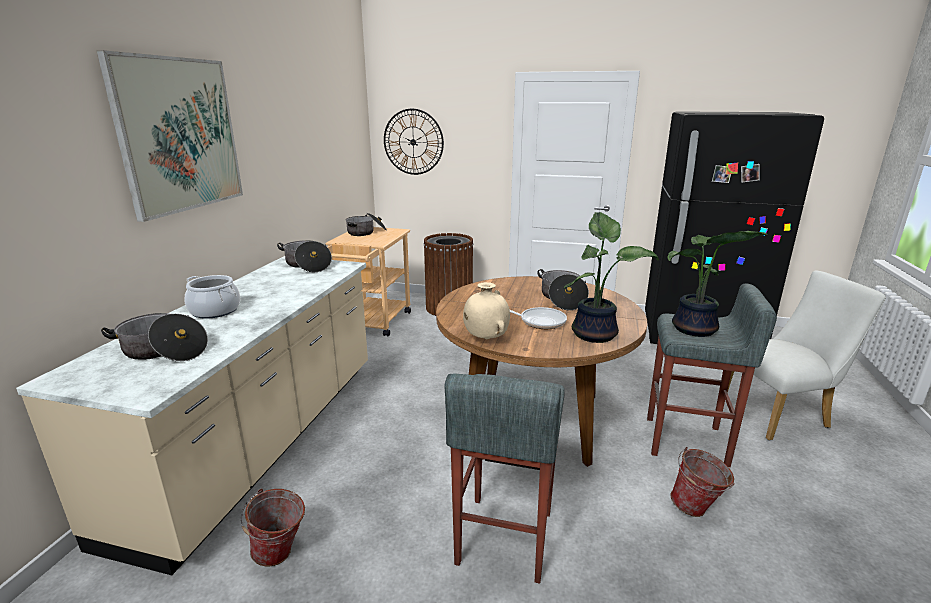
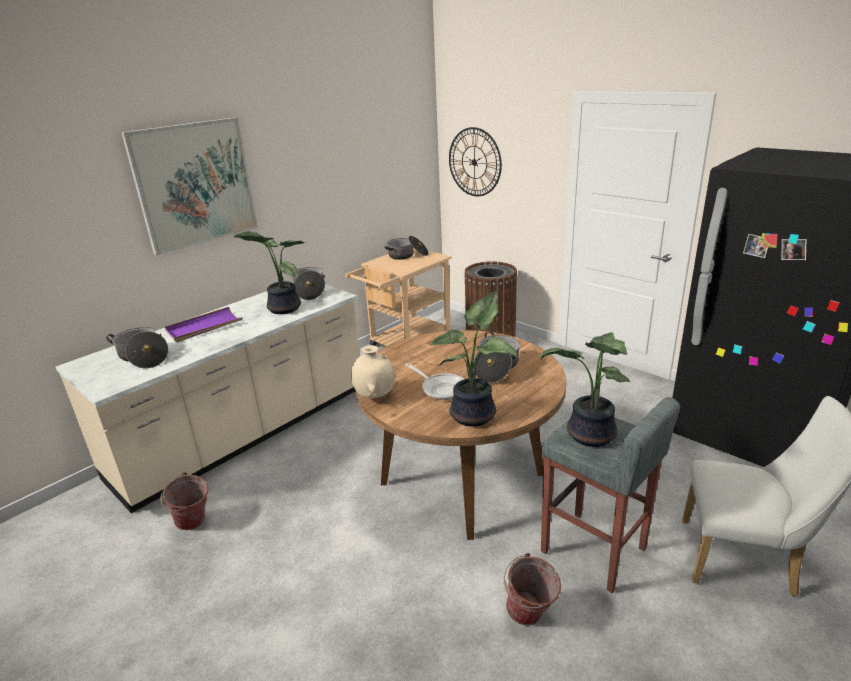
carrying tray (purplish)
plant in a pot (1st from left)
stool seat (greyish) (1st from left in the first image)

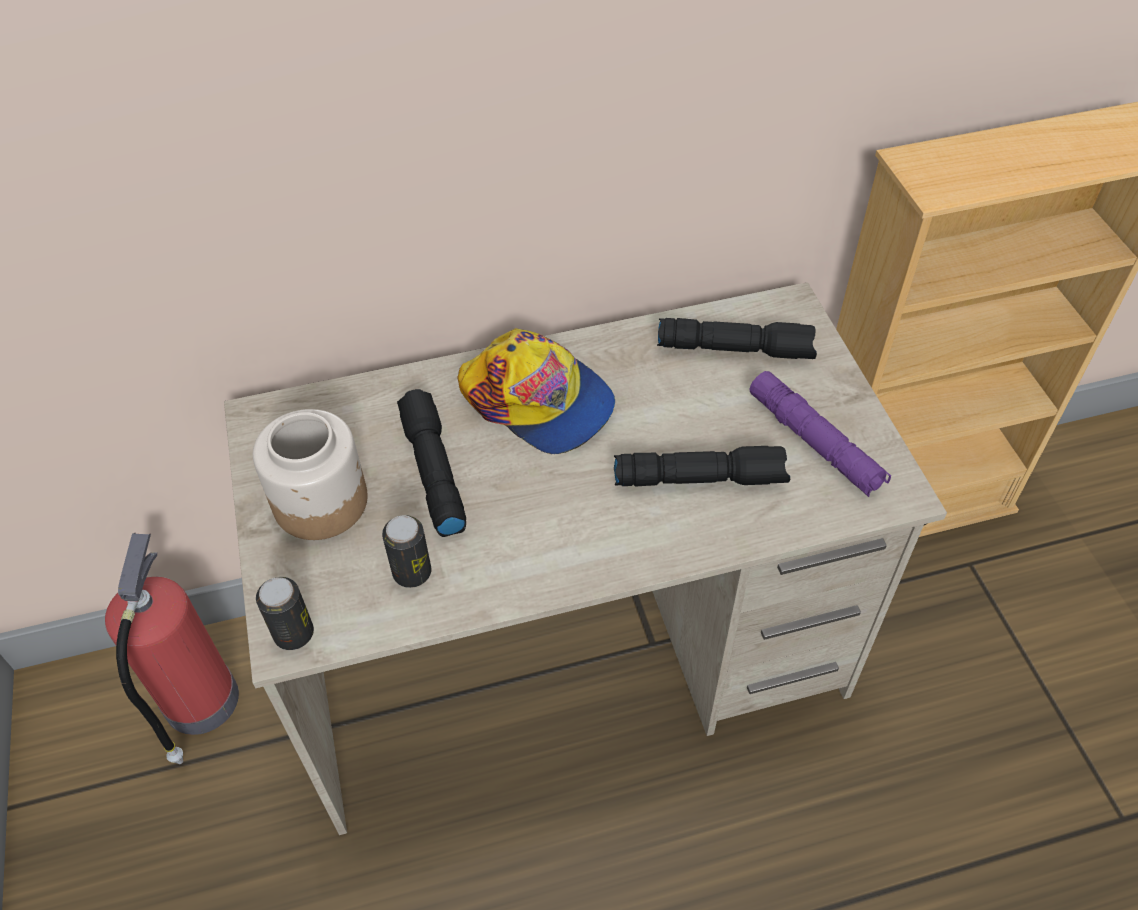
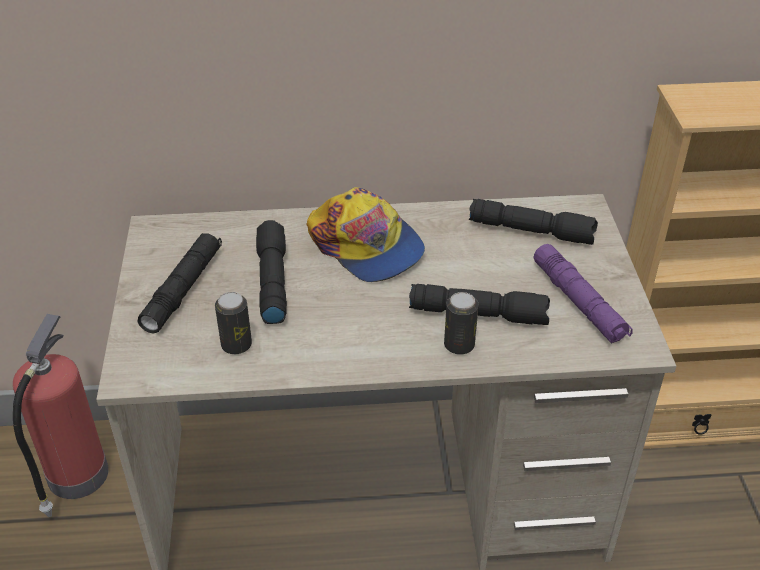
flashlight (black) (1st from left)
can (2nd from left)

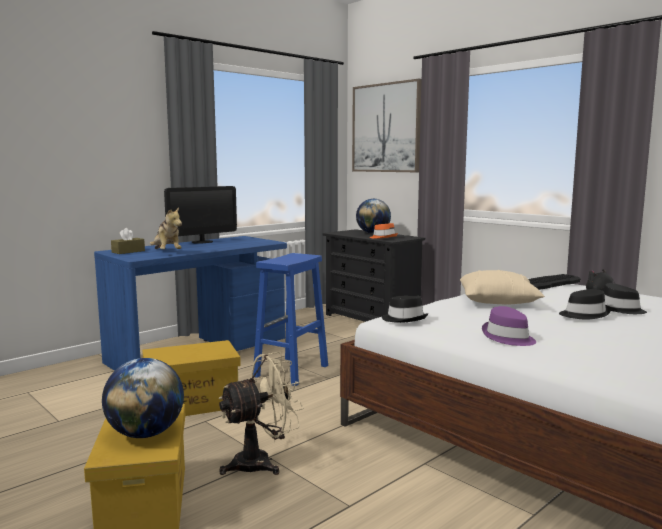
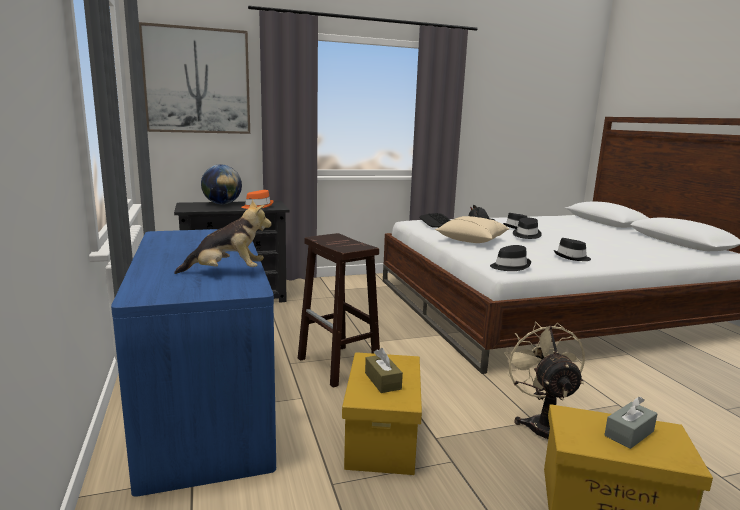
stool seat (brownish)
tissue holder (brownish)
wearable hat (black) (4th from left)
tissue holder (greyish)
monitor

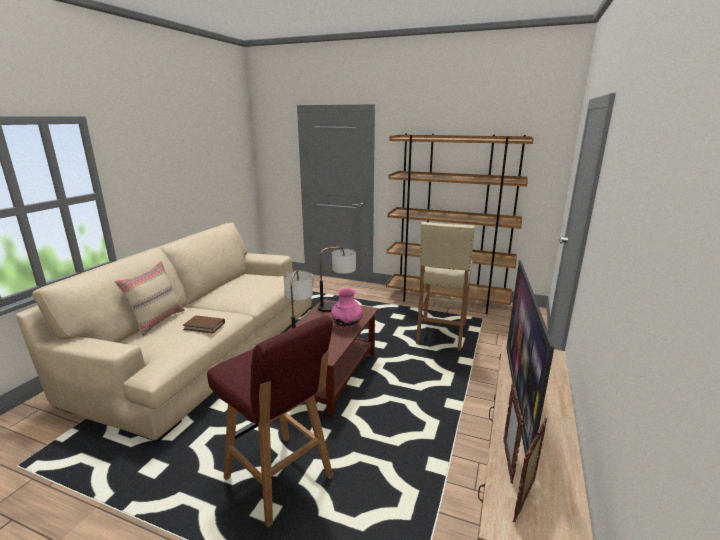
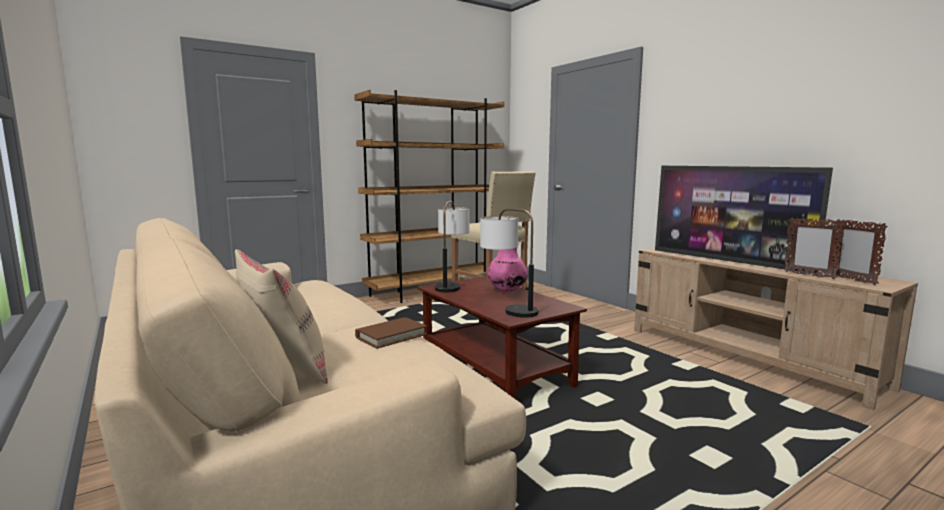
stool seat (reddish)

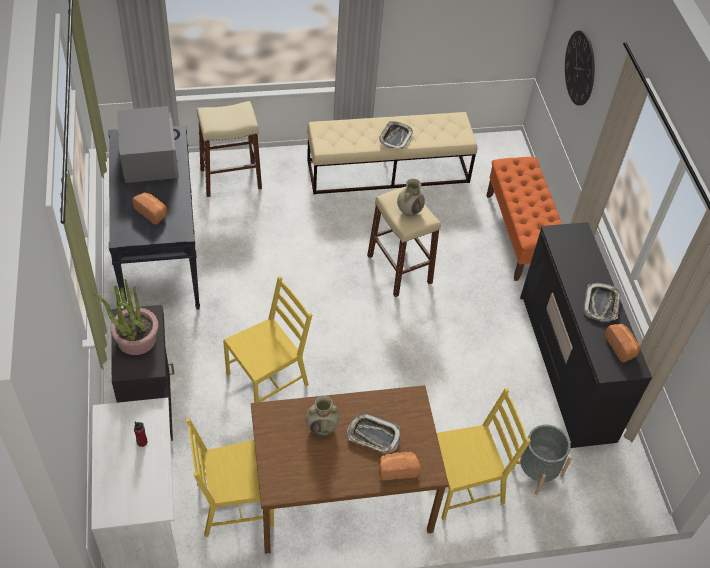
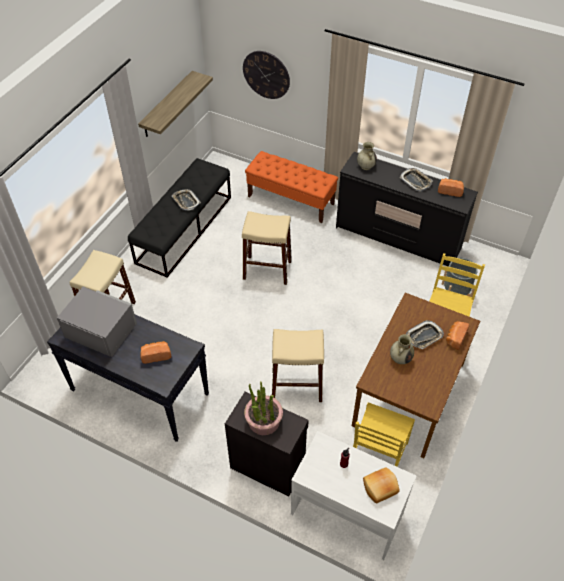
long seat (black)
bracket shelf
stool seat (beige) (3rd from left)
decorative vase (beige) (1st from left)
baked bread (2nd from left)

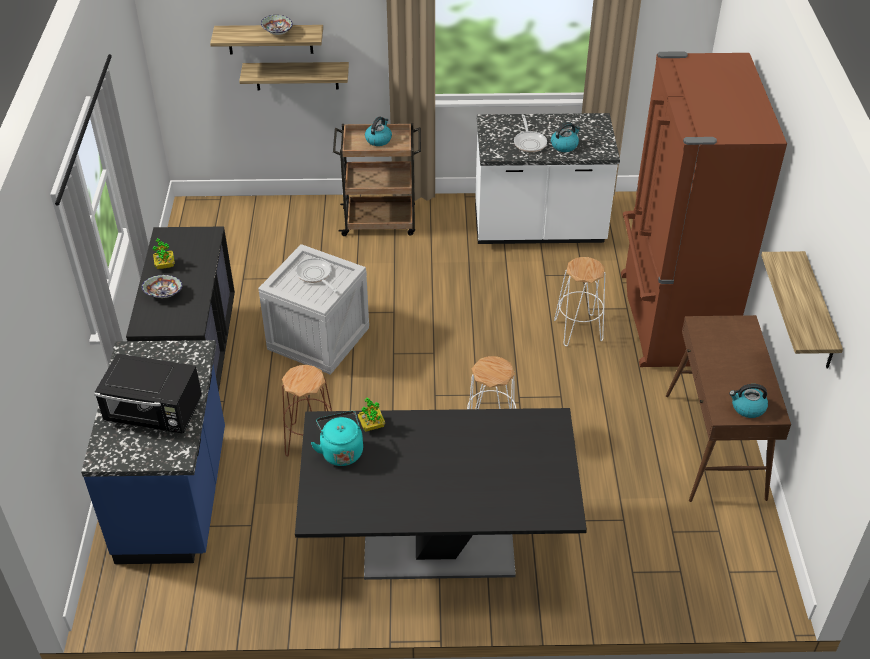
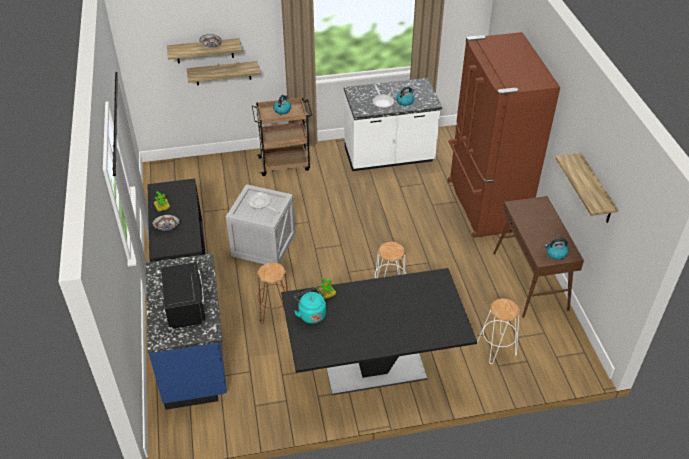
microwave (black)
stool seat (white) (2nd from left)

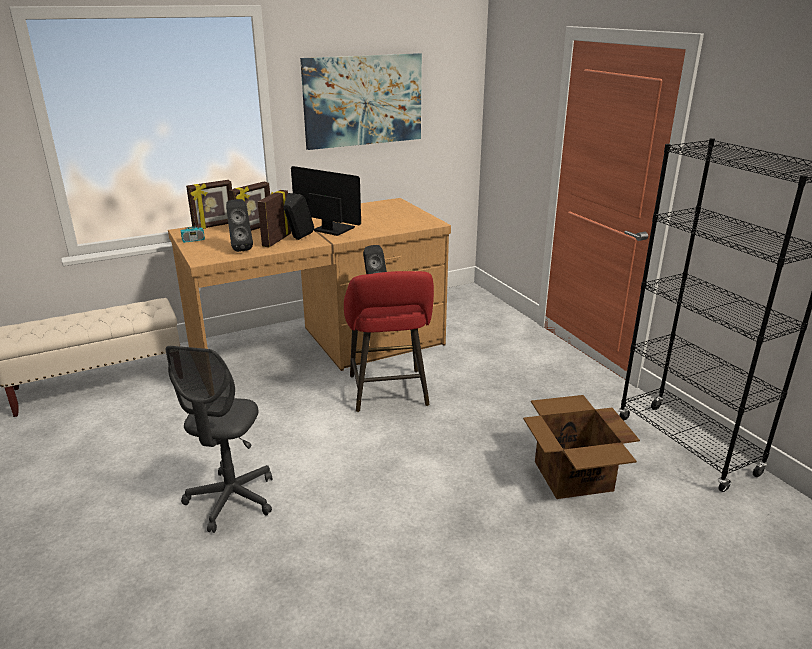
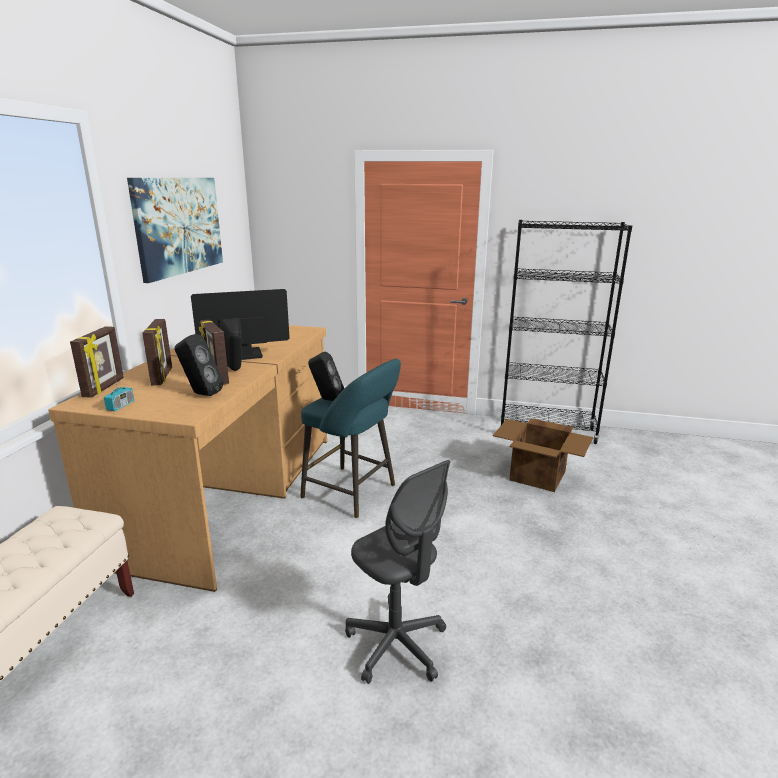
stool seat (turquoise-coloured)

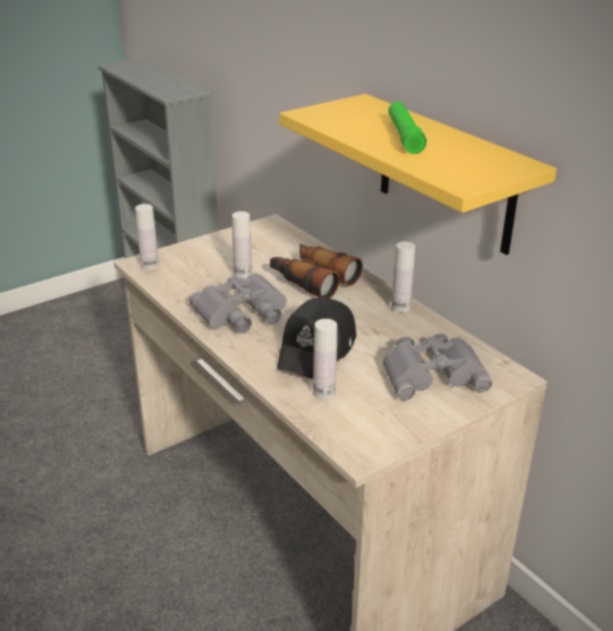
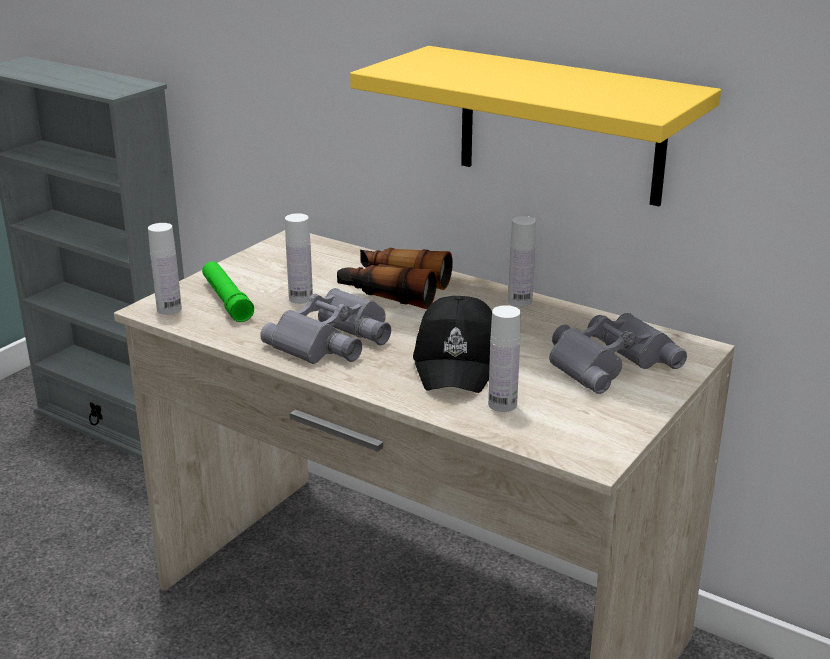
flashlight (green)

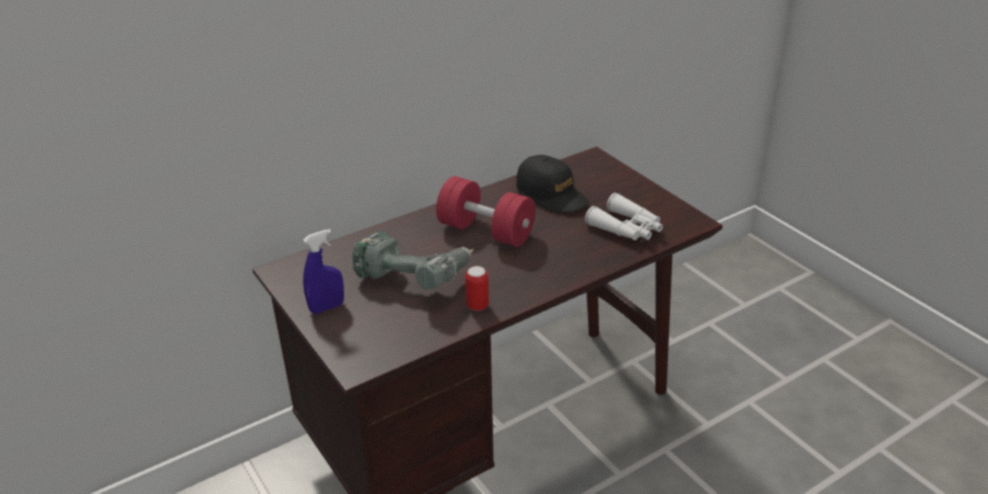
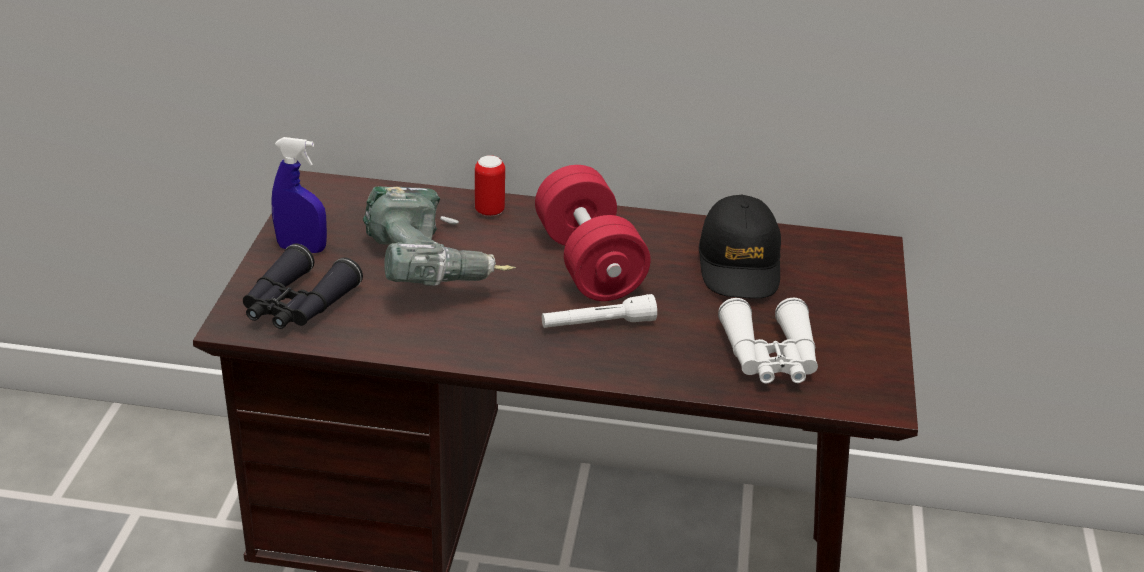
binoculars (black)
can
flashlight (white)

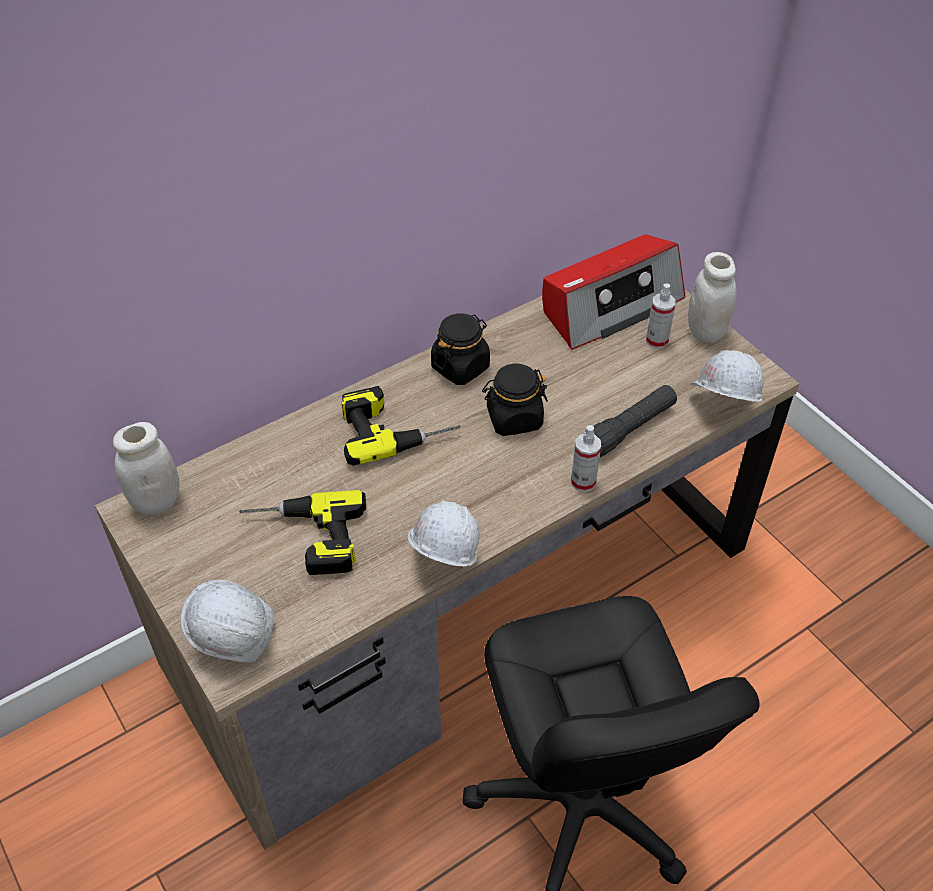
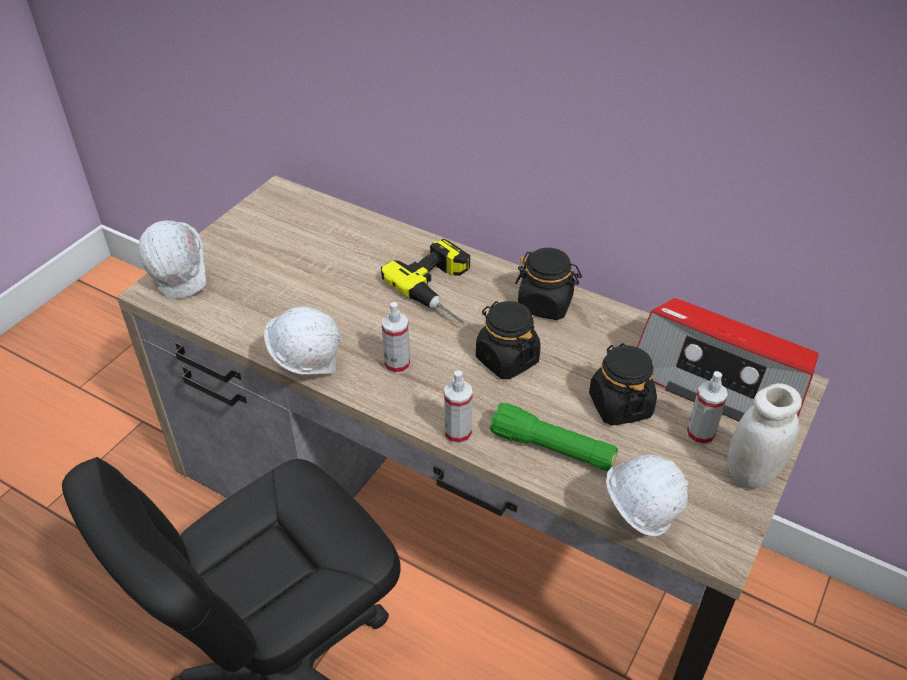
sprayer (1st from left)
flashlight (green)
jar (black) (3rd from left)
jar (white) (1st from left in the first image)
drill (1st from left in the first image)

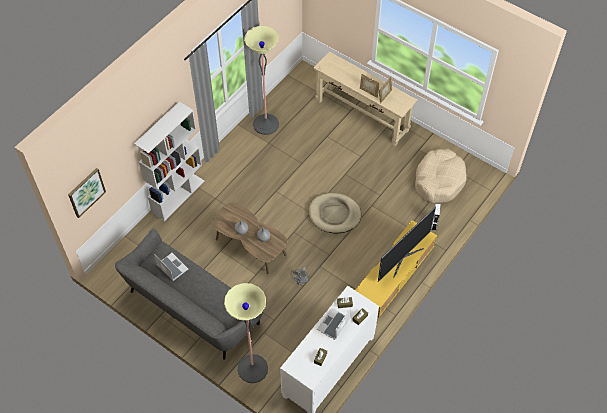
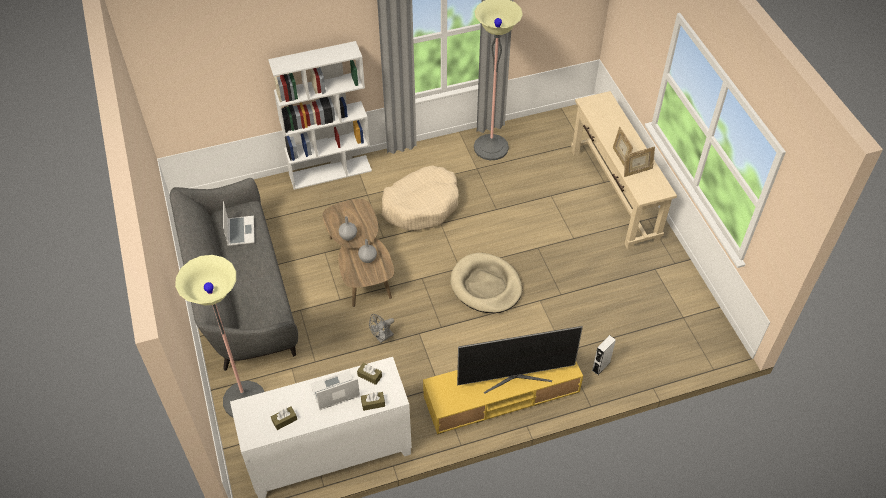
dog cushion (beige) (1st from left)
picture

